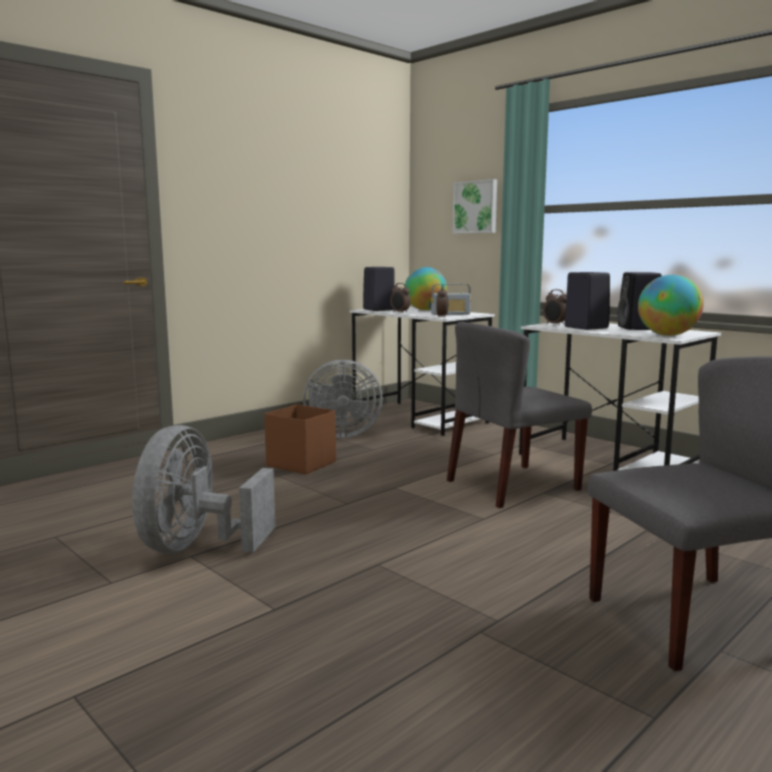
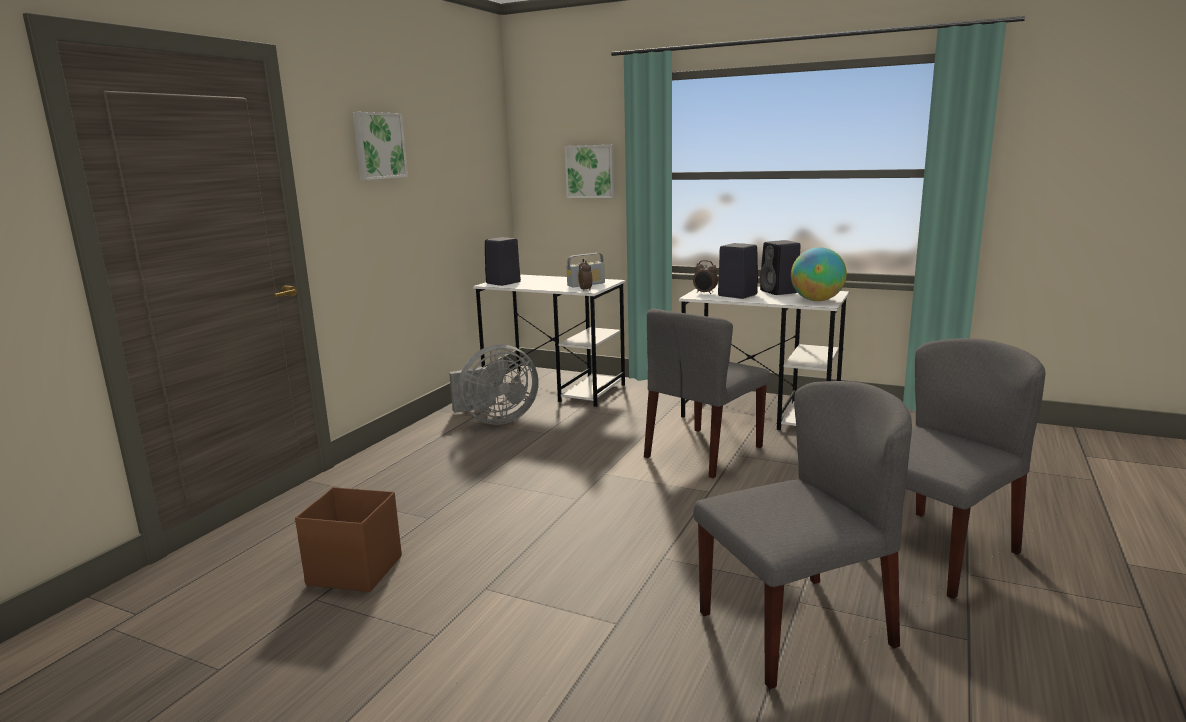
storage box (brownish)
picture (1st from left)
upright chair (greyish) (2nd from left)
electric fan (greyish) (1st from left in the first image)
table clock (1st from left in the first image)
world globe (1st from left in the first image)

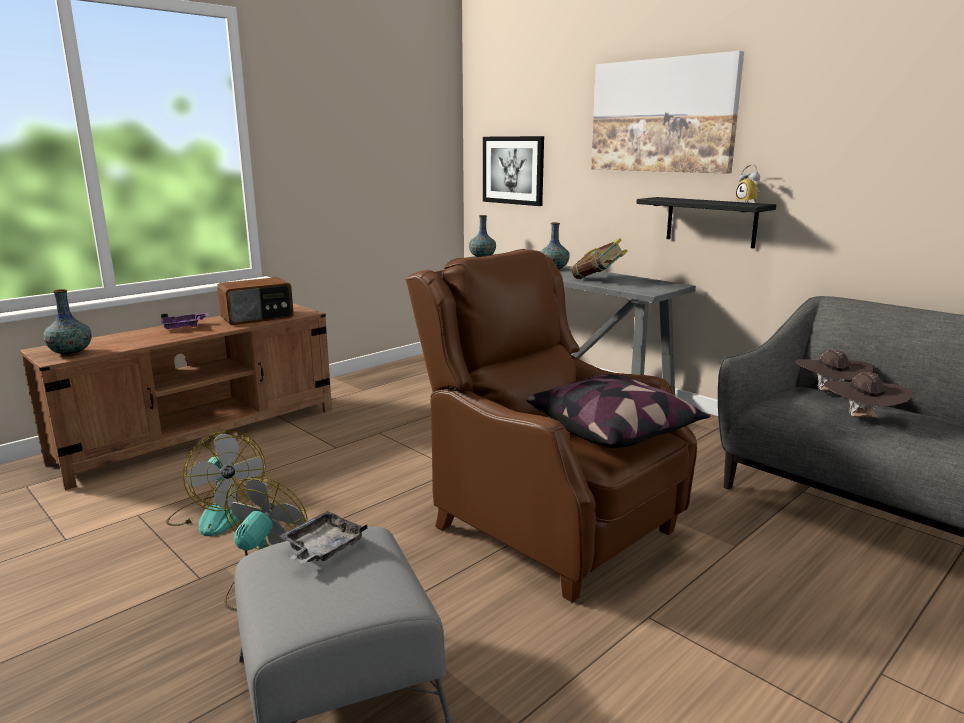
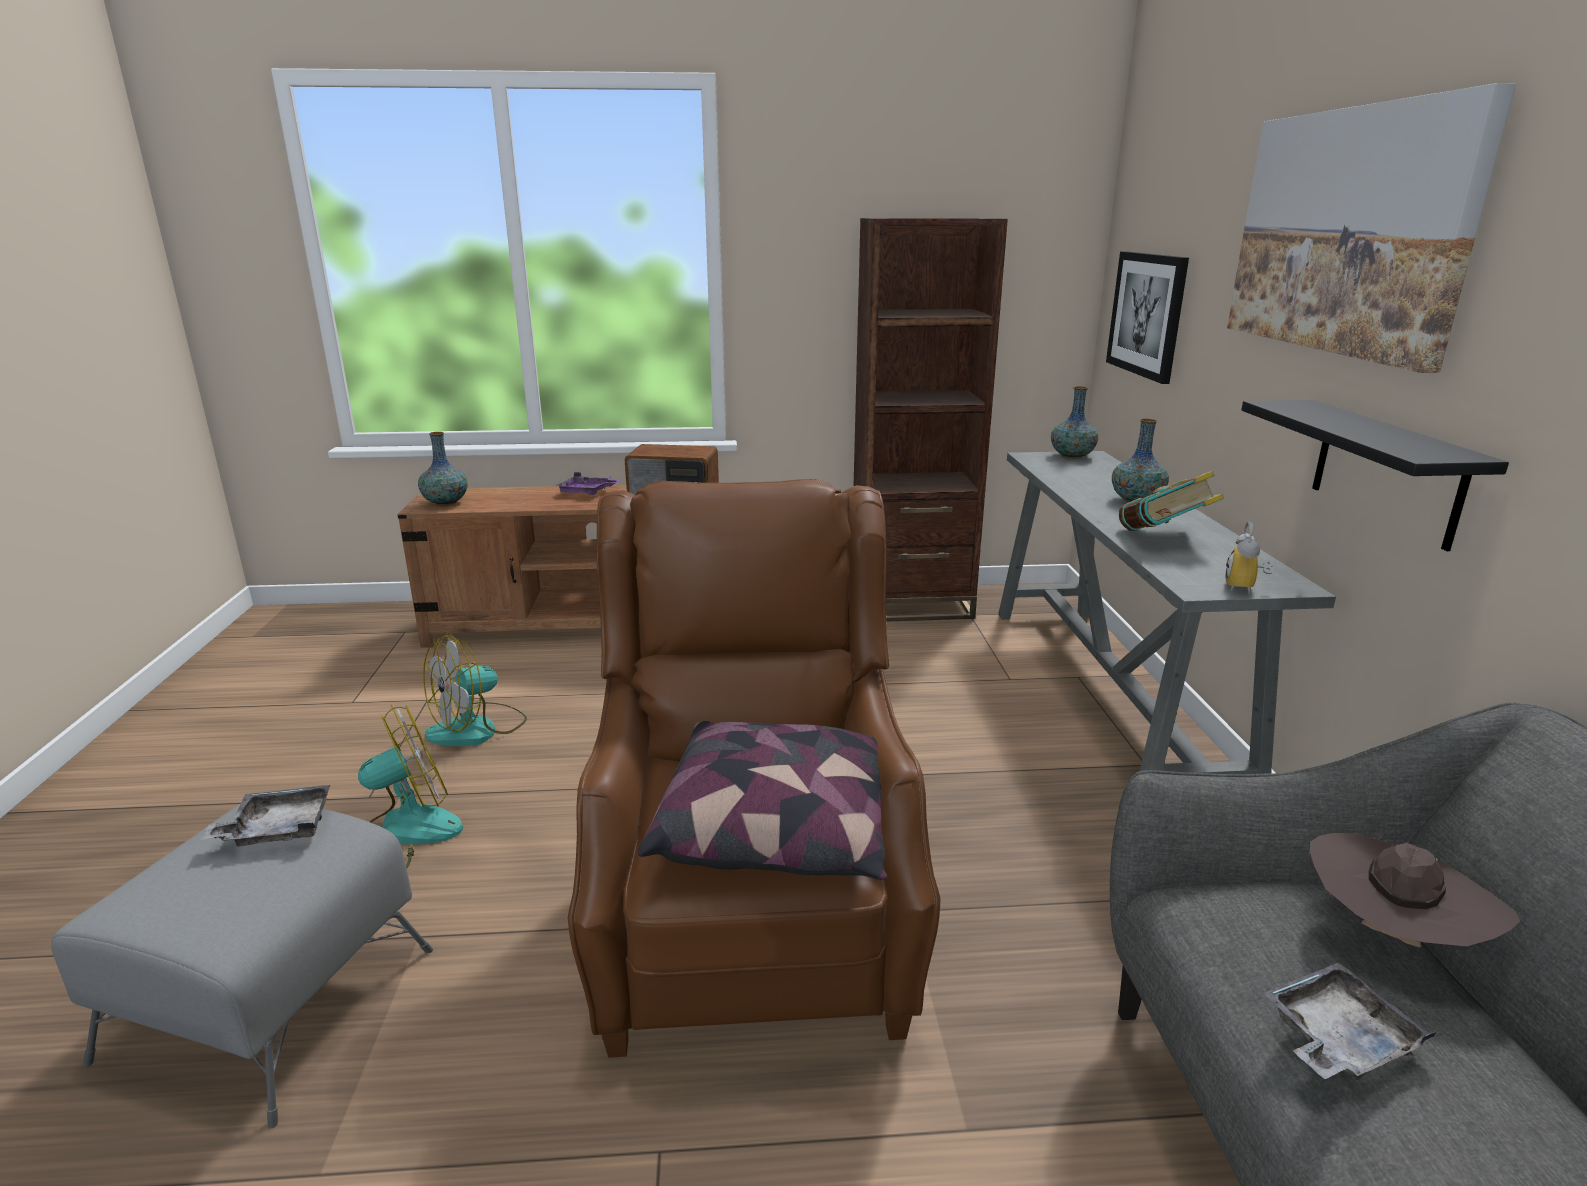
electric fan (2nd from left)
bookcase (brownish)
table clock
carrying tray (greyish) (2nd from left)

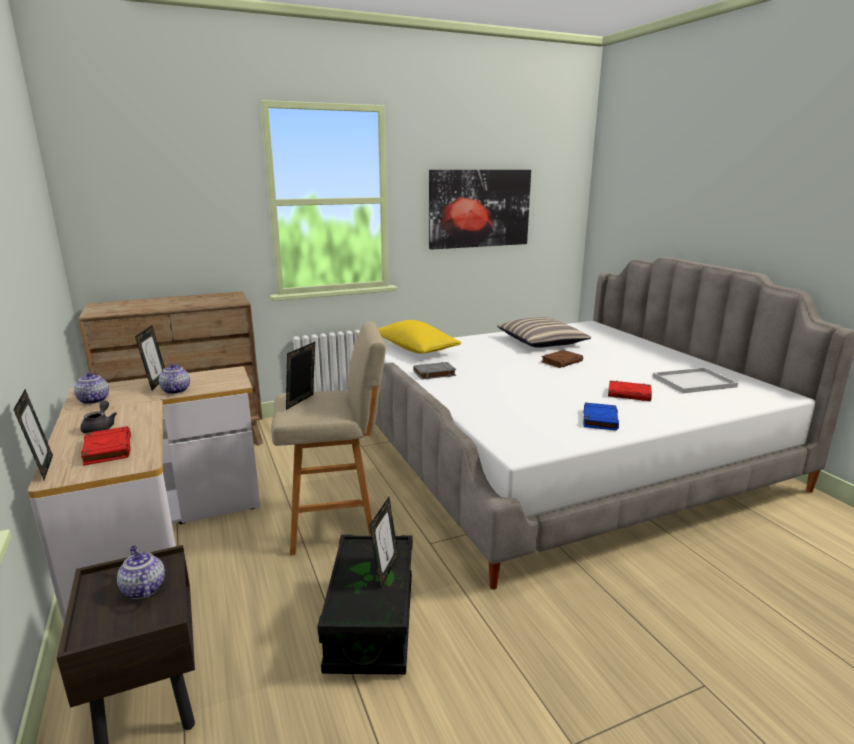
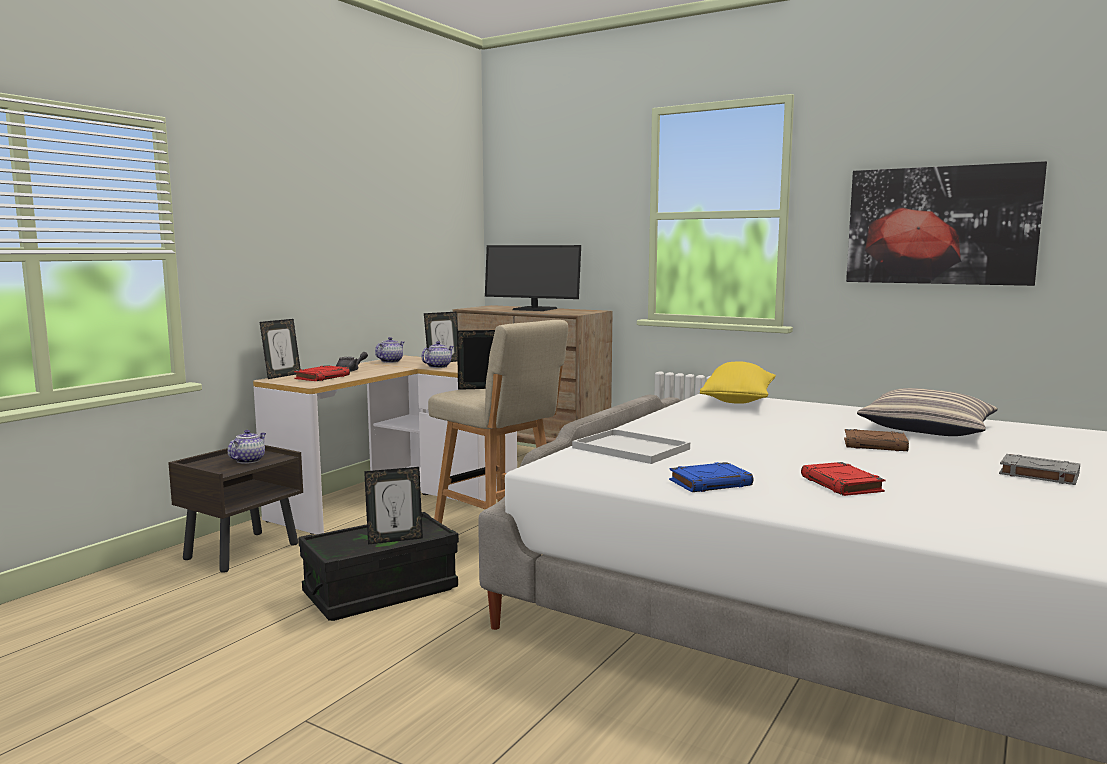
monitor
carrying tray (white)
book (greyish)

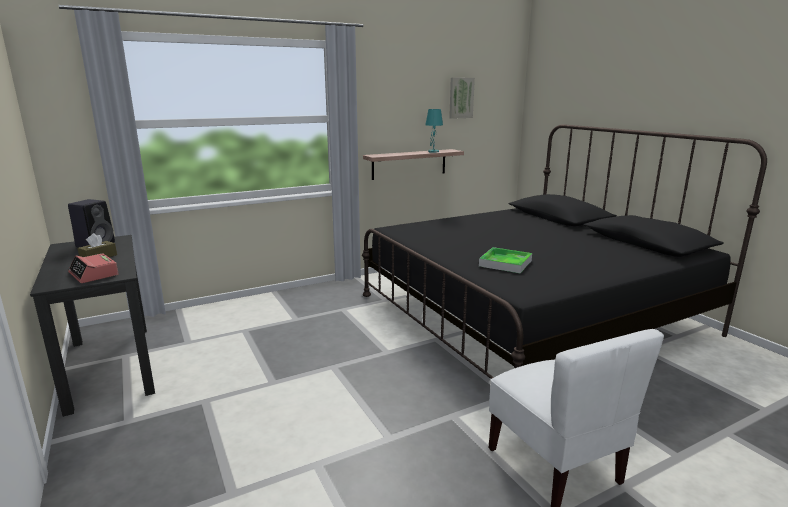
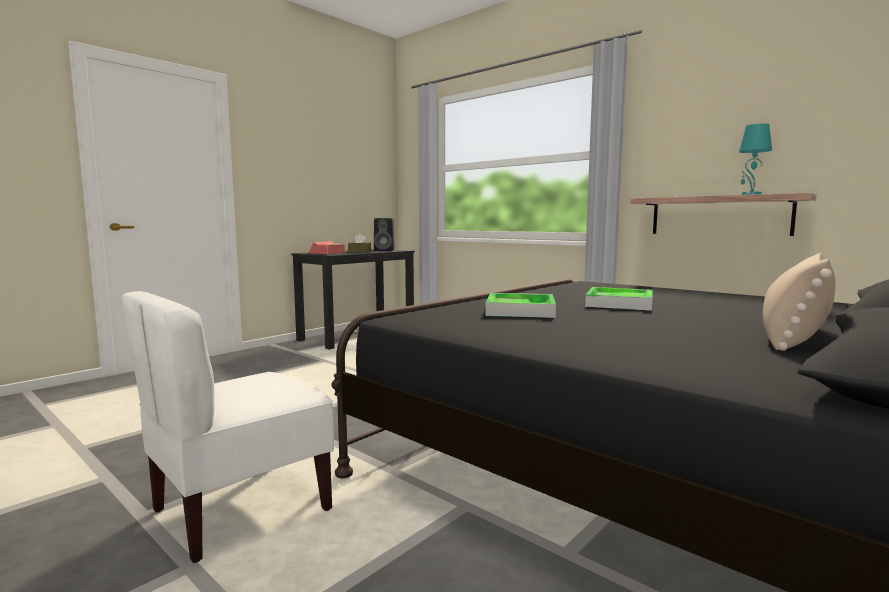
carrying tray (2nd from left)
pillow (beige)
picture

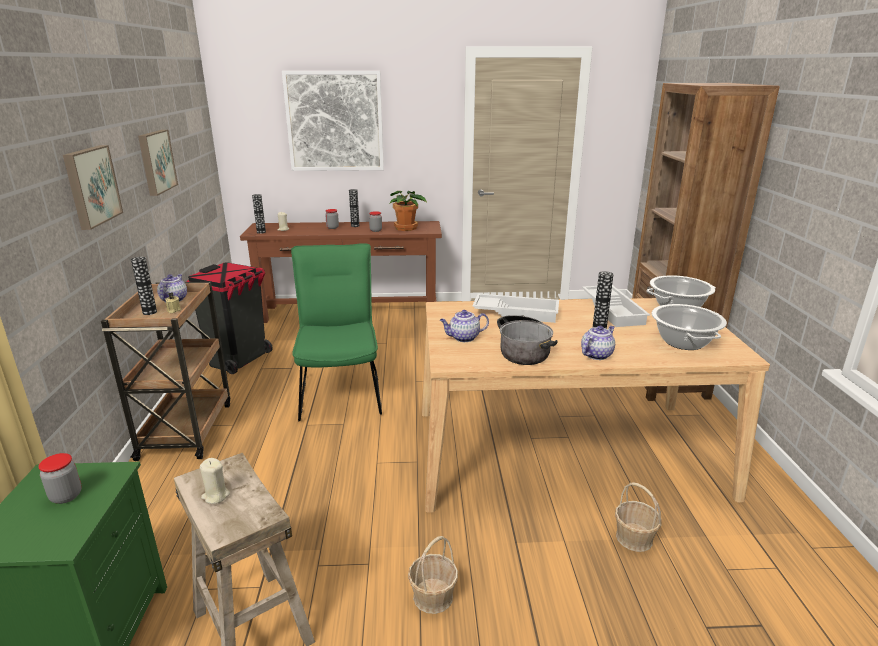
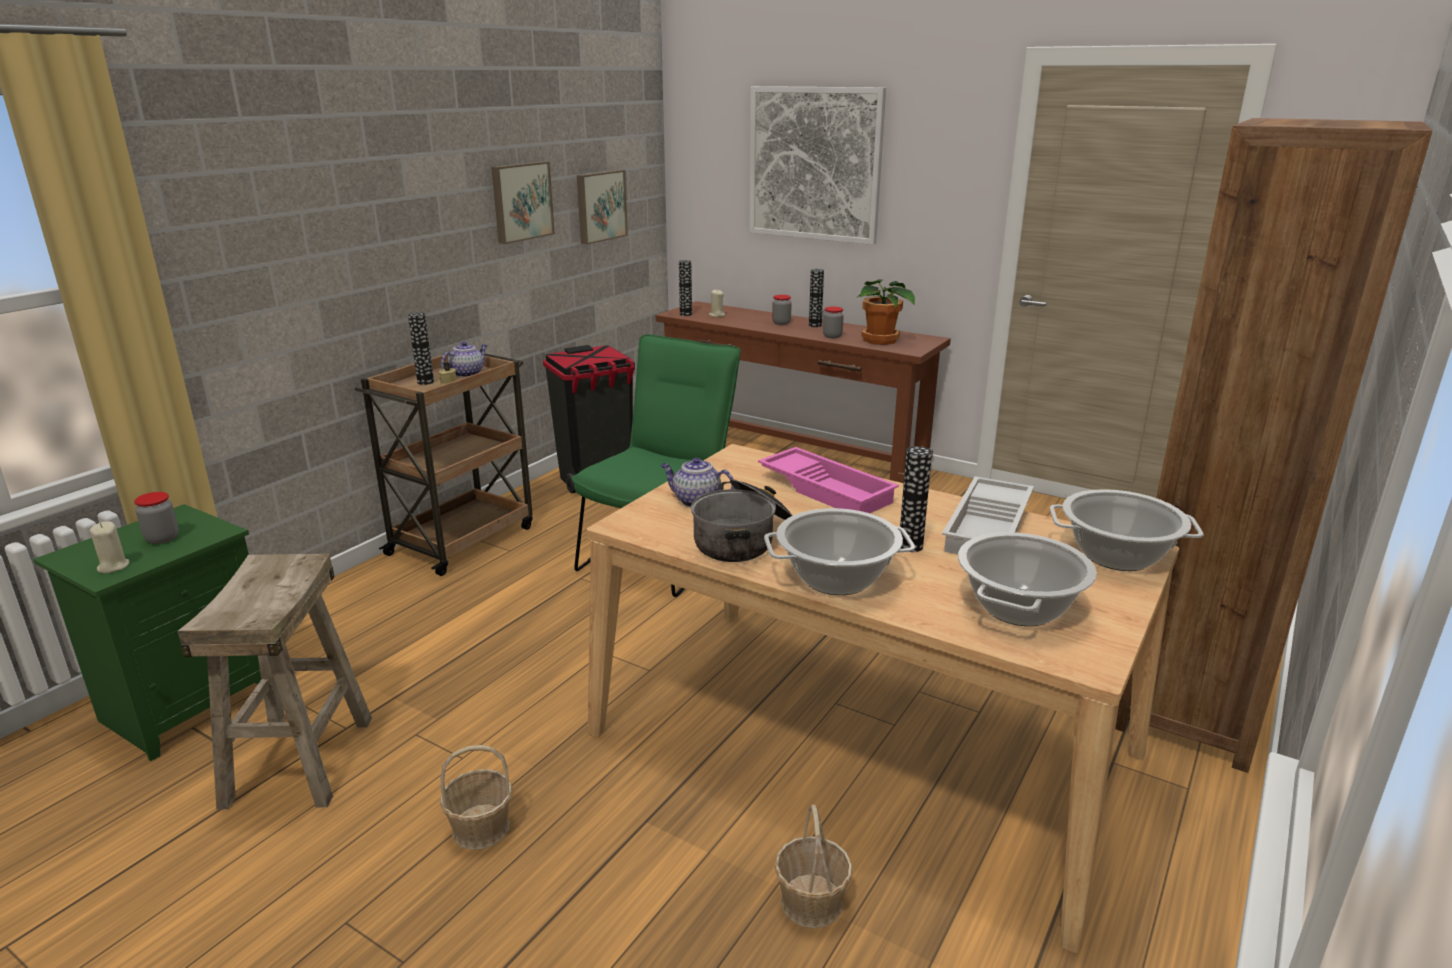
wax light (beige) (1st from left)
picture (2nd from left)
carrying tray (pink-coloured)
cooking pot (2nd from left)

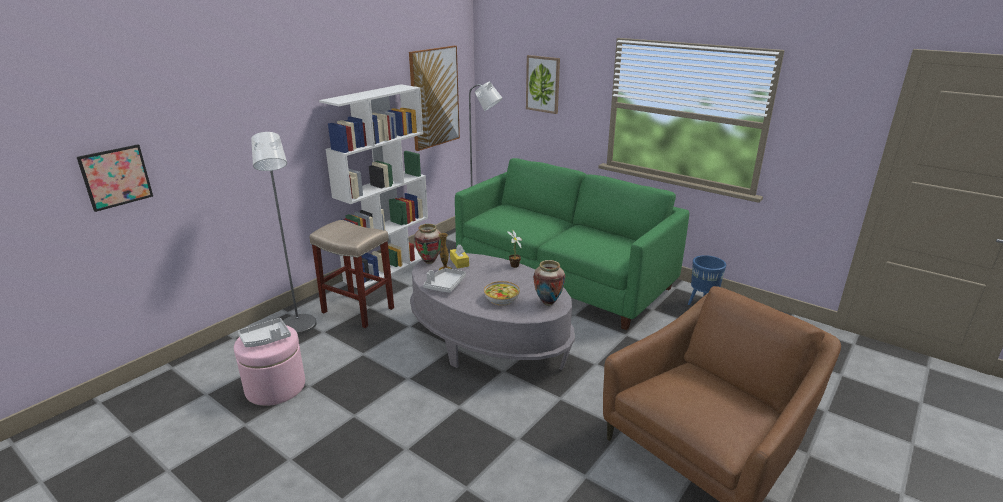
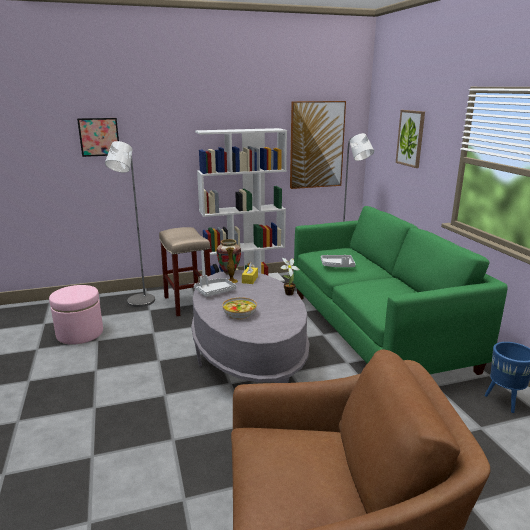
picture (1st from left)
carrying tray (greyish) (2nd from left)
decorative vase (3rd from left in the first image)

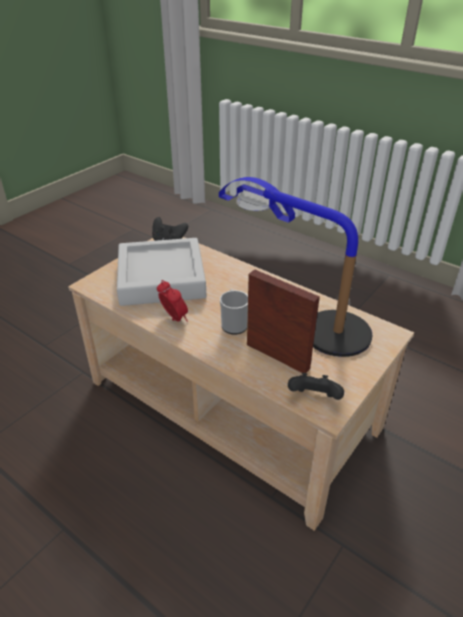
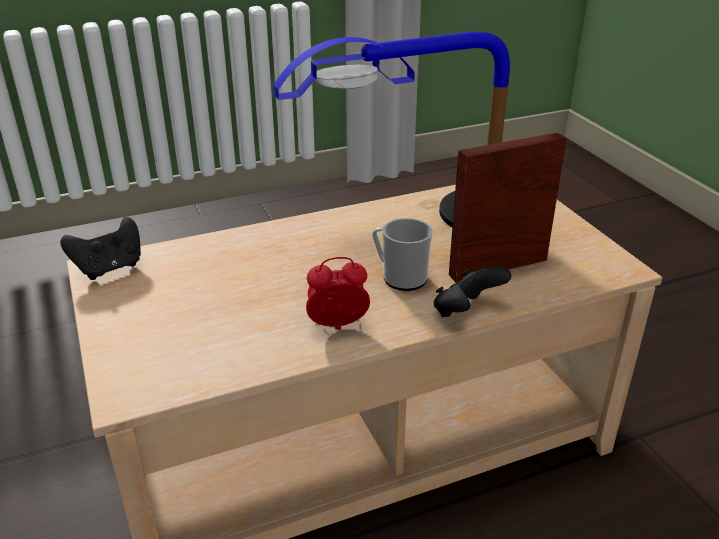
joypad (black) (2nd from left)
carrying tray (greyish)

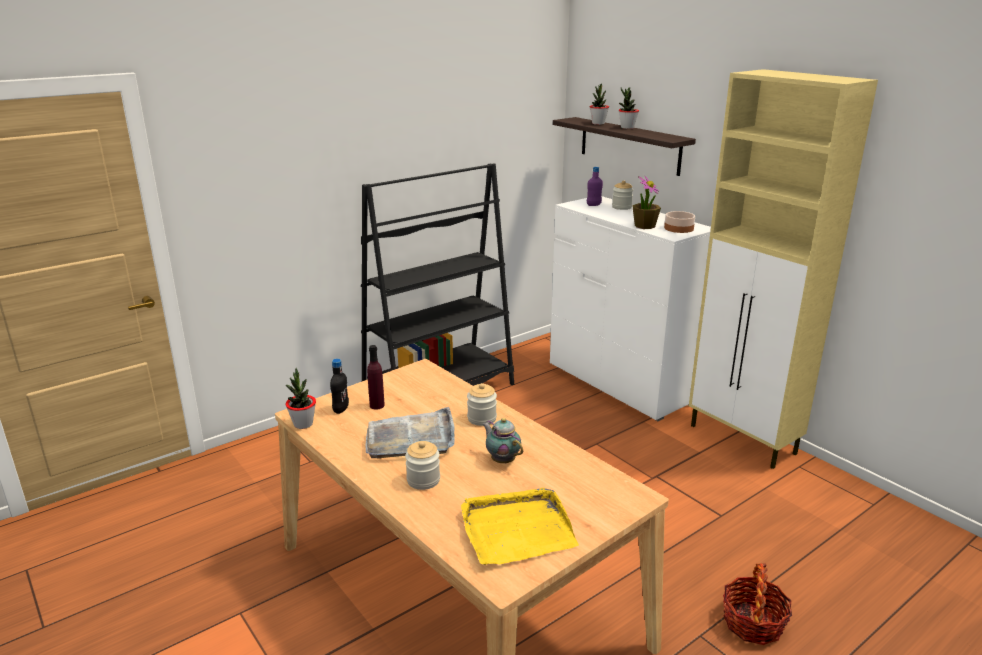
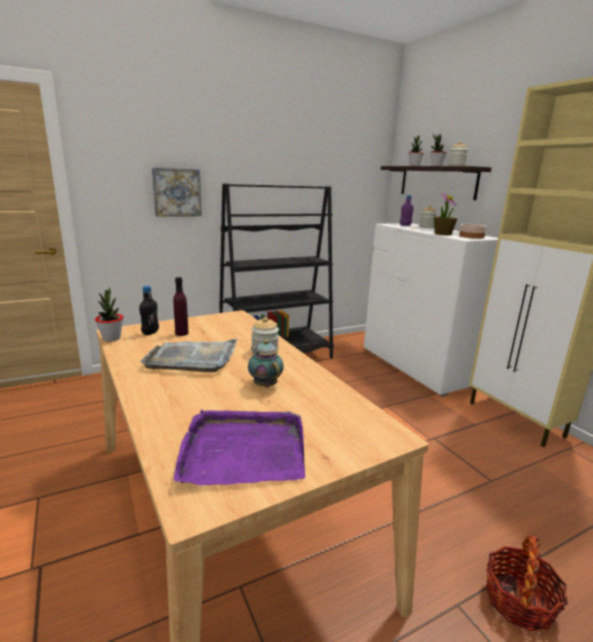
picture
carrying tray (purplish)
jar (3rd from left)

